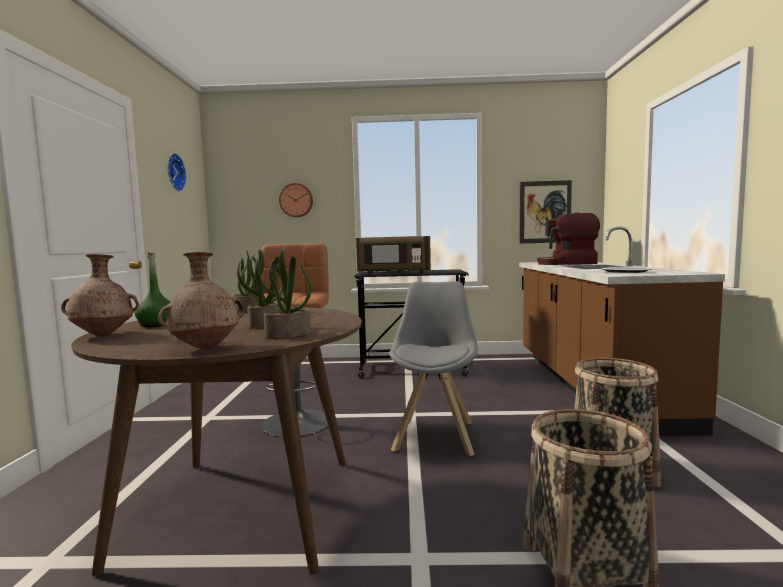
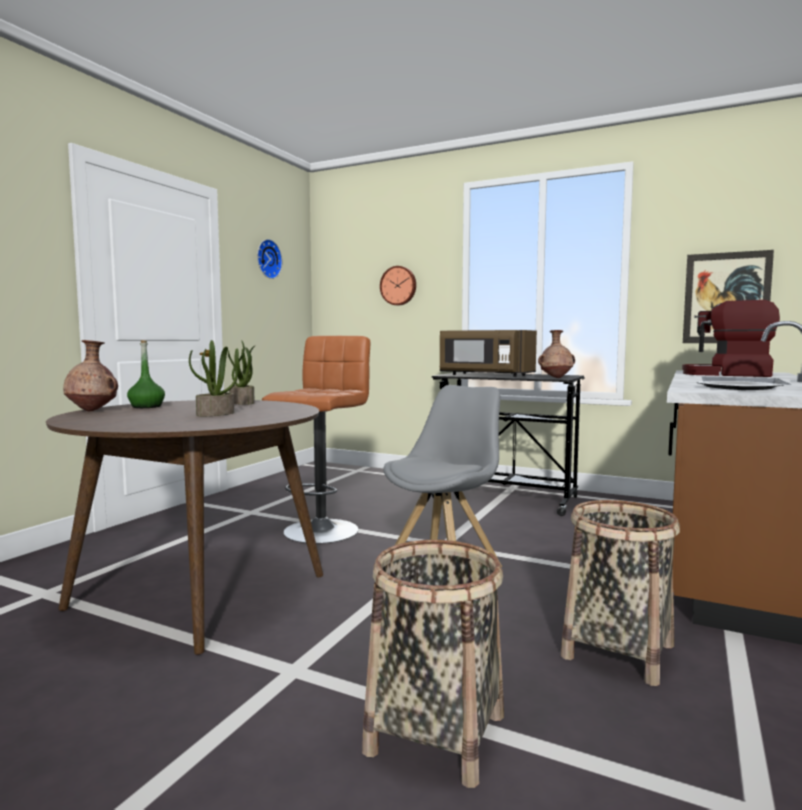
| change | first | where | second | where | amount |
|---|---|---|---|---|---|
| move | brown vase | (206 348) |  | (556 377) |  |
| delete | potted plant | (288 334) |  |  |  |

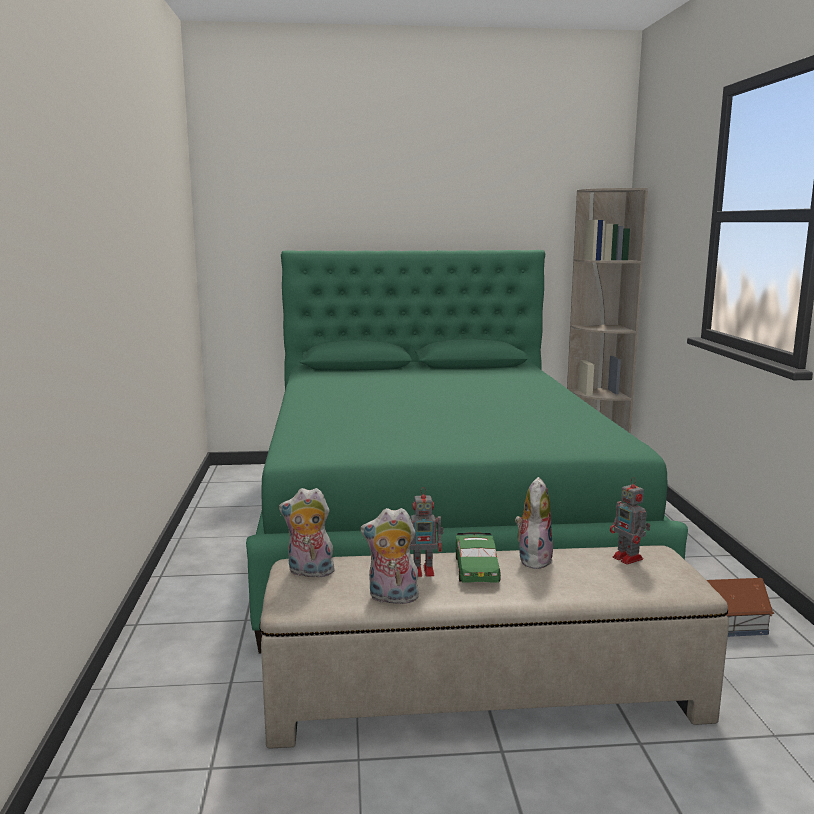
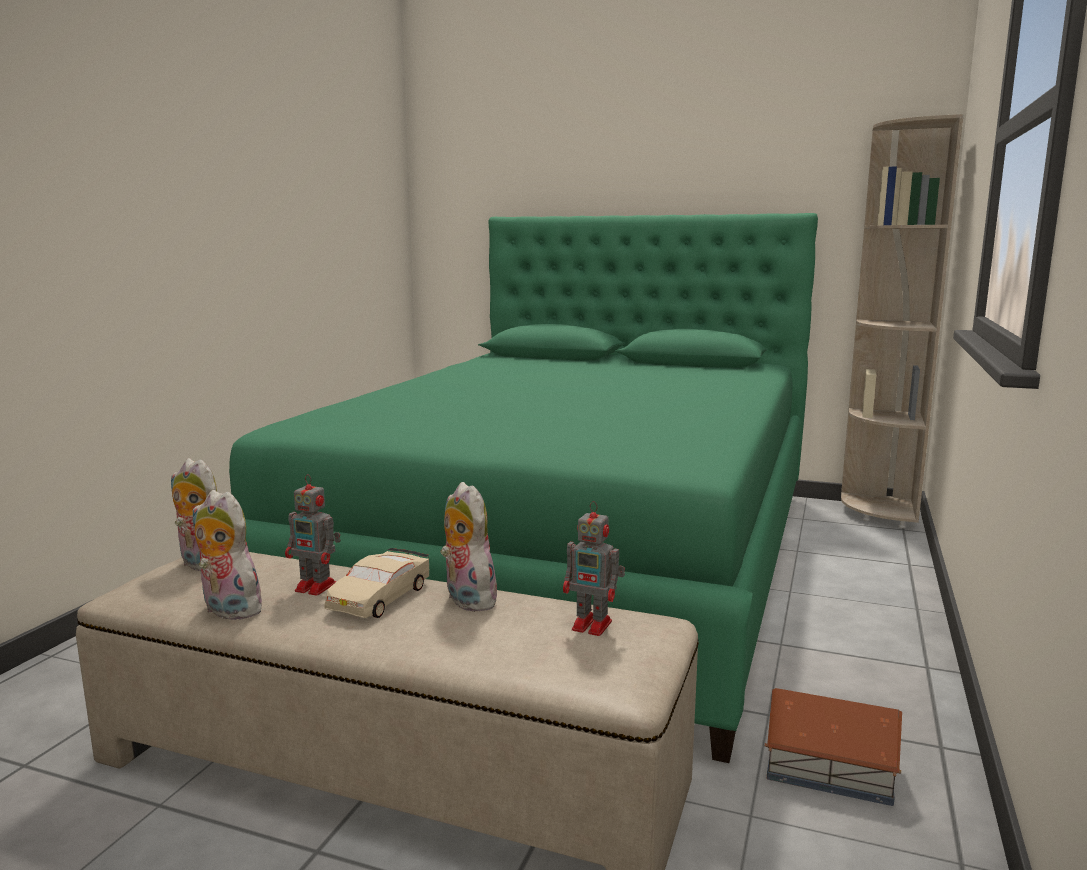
| change | first | where | second | where | amount |
|---|---|---|---|---|---|
| recolor | green toy car | (477 568) | beige toy car | (380 597) |  |
| rotate | plush toy | (533 559) |  | (466 600) | 75 degrees counterclockwise |
| rotate | toy robot | (628 558) |  | (594 626) | 60 degrees counterclockwise |

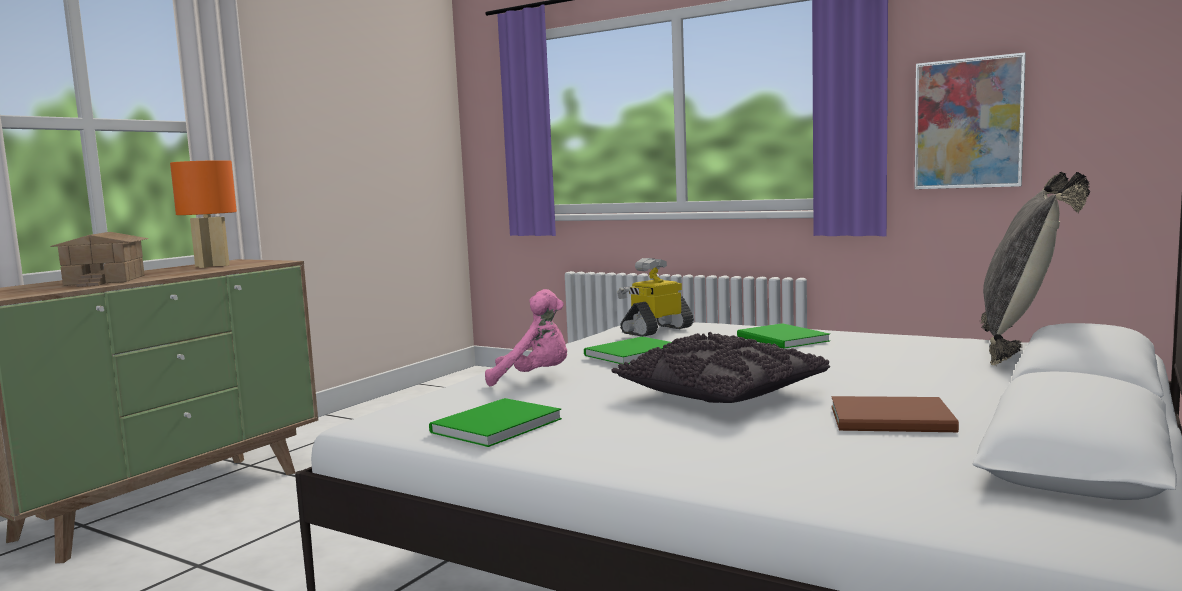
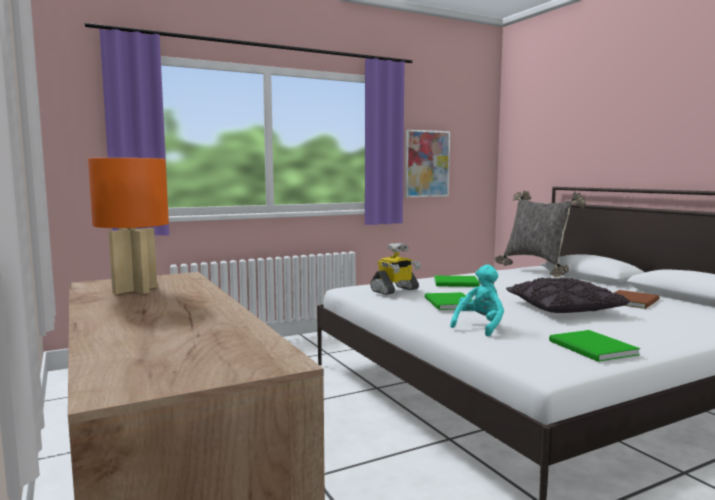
| change | first | where | second | where | amount |
|---|---|---|---|---|---|
| rotate | toy robot | (656 330) |  | (395 290) | 120 degrees counterclockwise |
| recolor | pink plush toy | (534 378) | turquoise plush toy | (480 326) |  |
| delete | toy house | (103 280) |  |  |  |

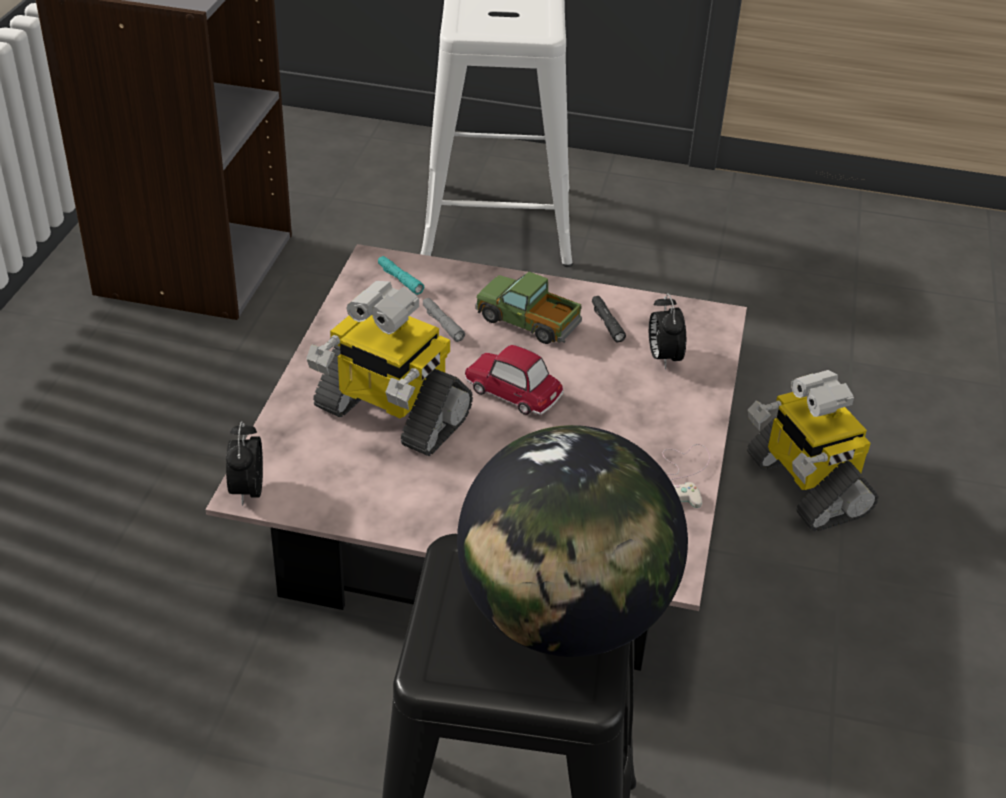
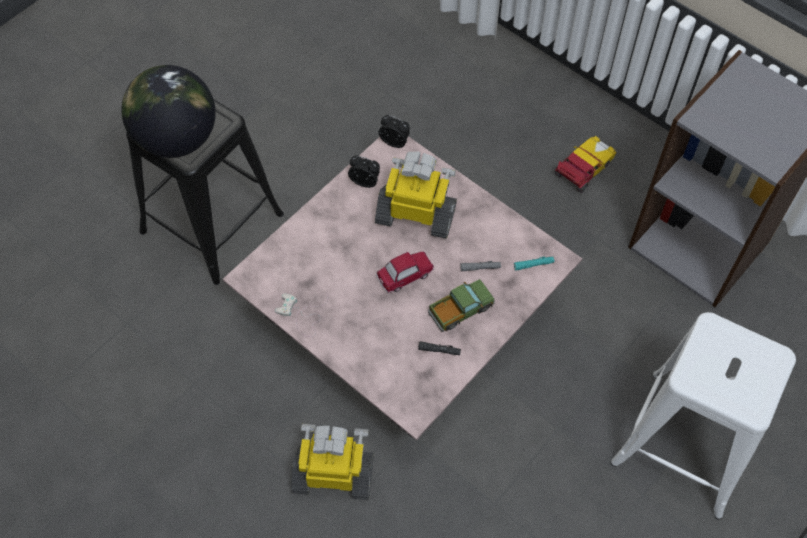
| change | first | where | second | where | amount |
|---|---|---|---|---|---|
| move | alarm clock | (663 357) |  | (365 182) |  |
| rotate | toy robot | (390 414) |  | (417 214) | 45 degrees clockwise |
| insert |  |  | toy car | (582 170) |  |

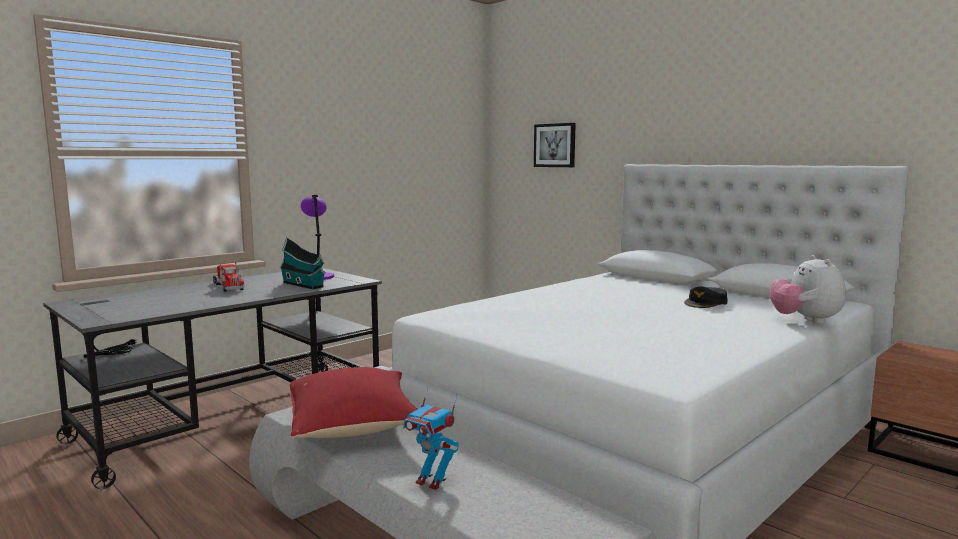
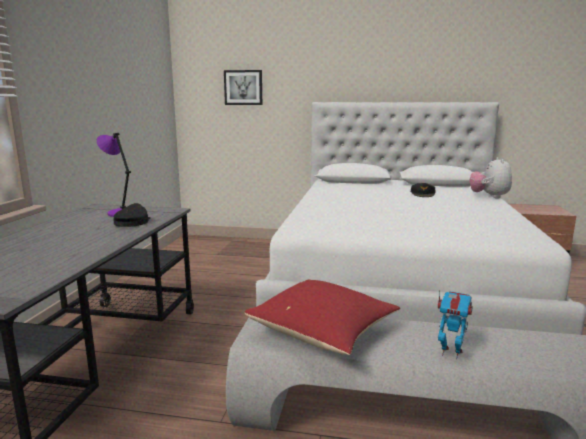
| change | first | where | second | where | amount |
|---|---|---|---|---|---|
| replace | toy house | (304 285) | black cap | (132 222) |  |
| rotate | toy robot | (432 482) |  | (450 352) | 150 degrees counterclockwise |
| rotate | plush toy | (805 321) |  | (489 196) | 45 degrees clockwise |
| delete | toy truck | (228 286) |  |  |  |

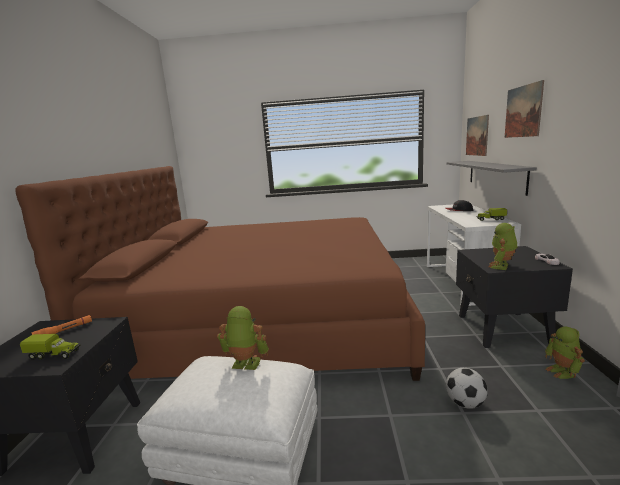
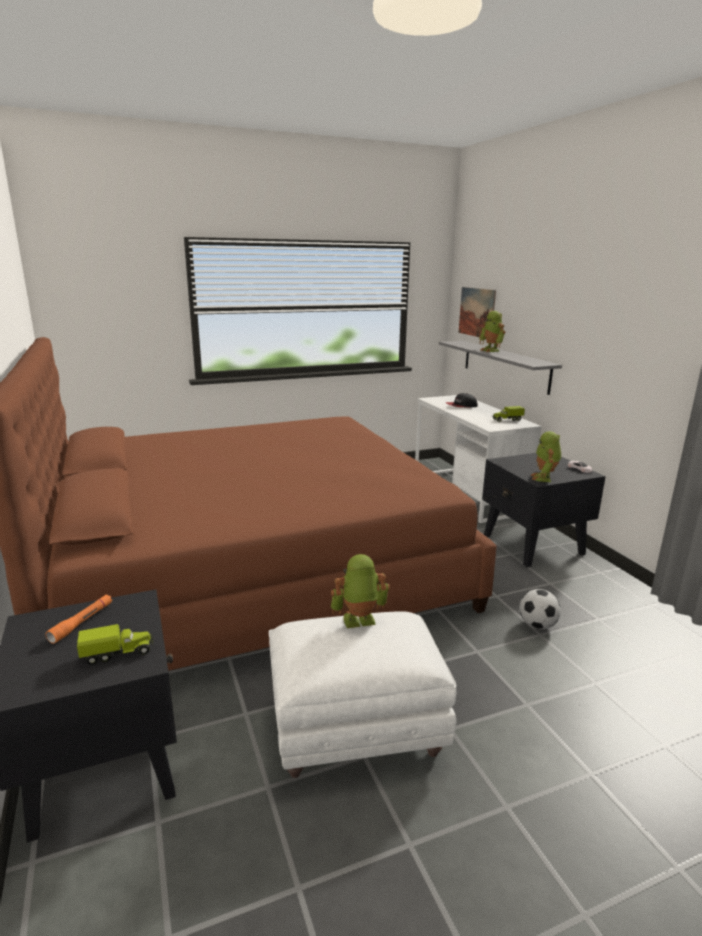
| change | first | where | second | where | amount |
|---|---|---|---|---|---|
| move | toy robot | (562 372) |  | (491 350) |  |
| delete | picture | (523 111) |  |  |  |

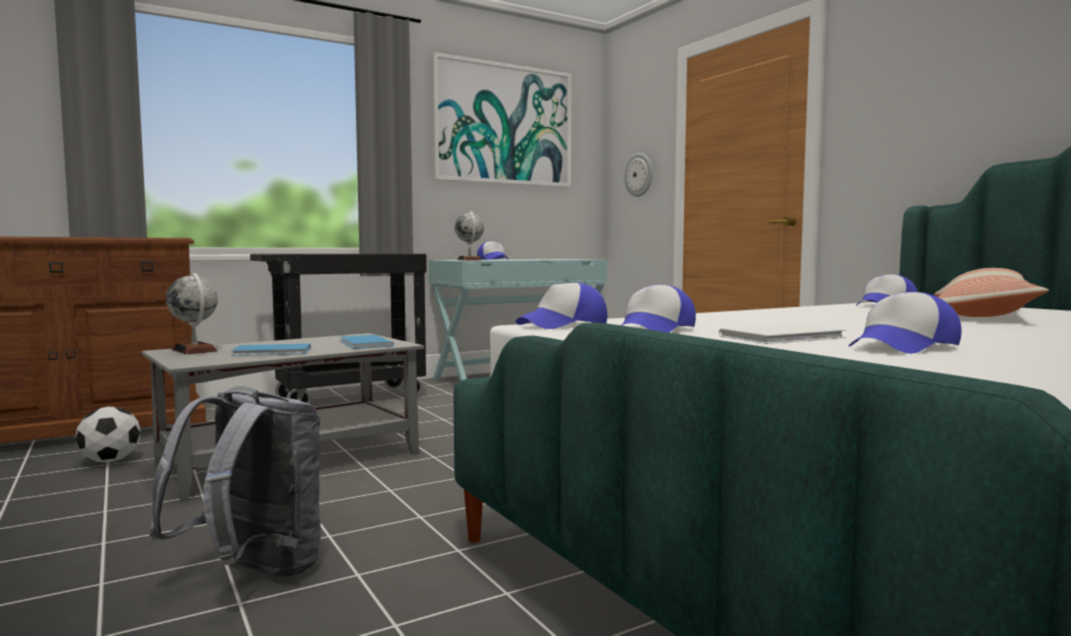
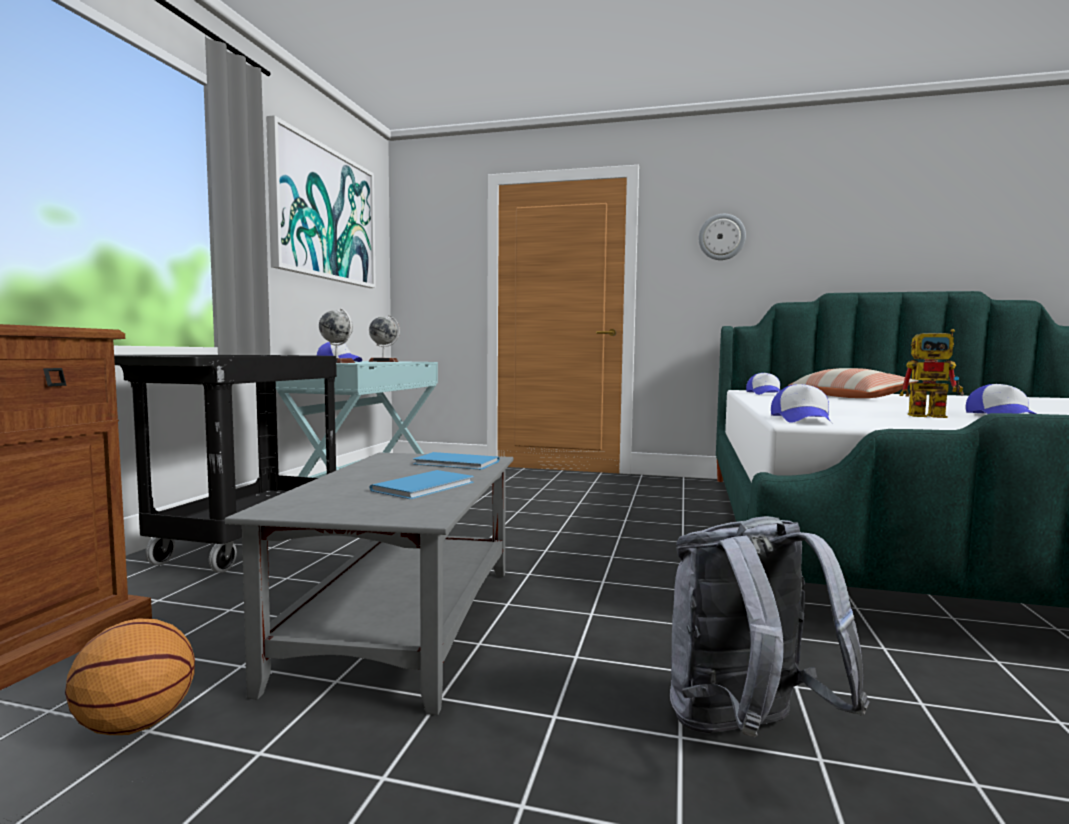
| change | first | where | second | where | amount |
|---|---|---|---|---|---|
| replace | football | (110 461) | basketball | (137 724) |  |
| move | globe | (194 350) |  | (383 361) |  |
| move | wall clock | (639 175) |  | (721 237) |  |
| replace | white book | (787 337) | toy robot | (934 416) |  |
| delete | cap | (655 330) |  |  |  |

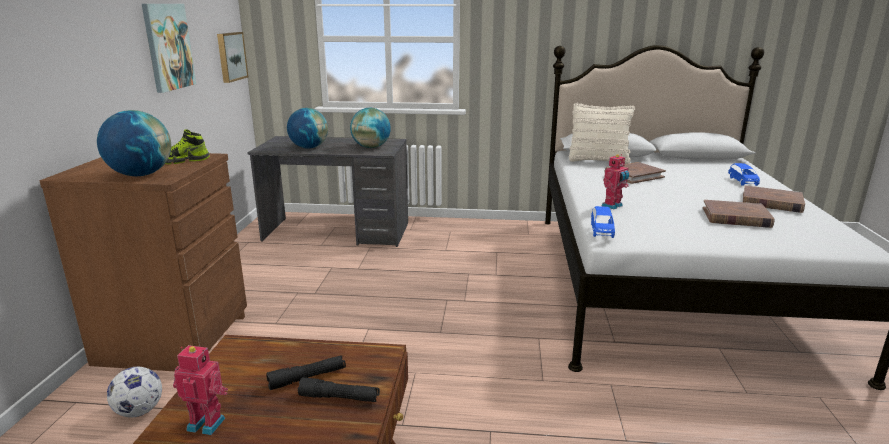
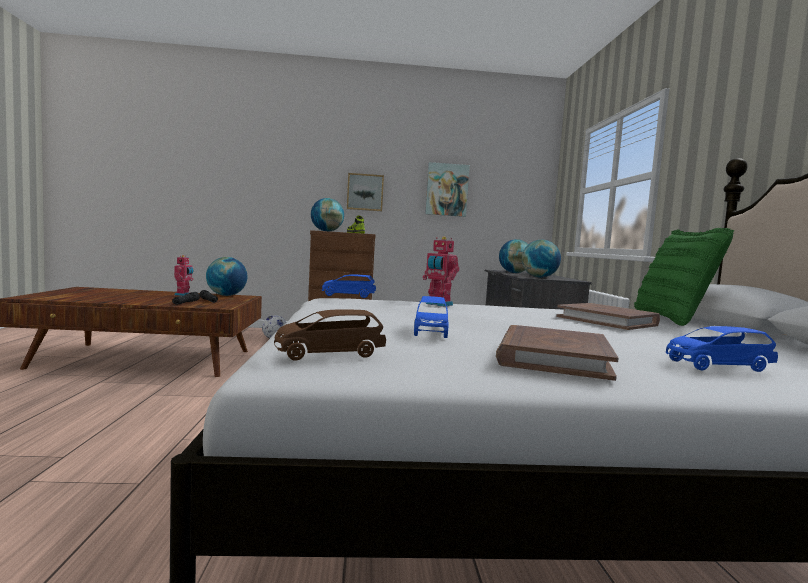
| change | first | where | second | where | amount |
|---|---|---|---|---|---|
| insert |  |  | globe | (226 295) |  |
| insert |  |  | brown toy car | (328 354) |  |
| move | picture | (230 56) |  | (365 192) |  |
| replace | brown book | (736 217) | blue toy car | (431 331) |  |
| recolor | beige pillow | (598 161) | green pillow | (673 320) |  |

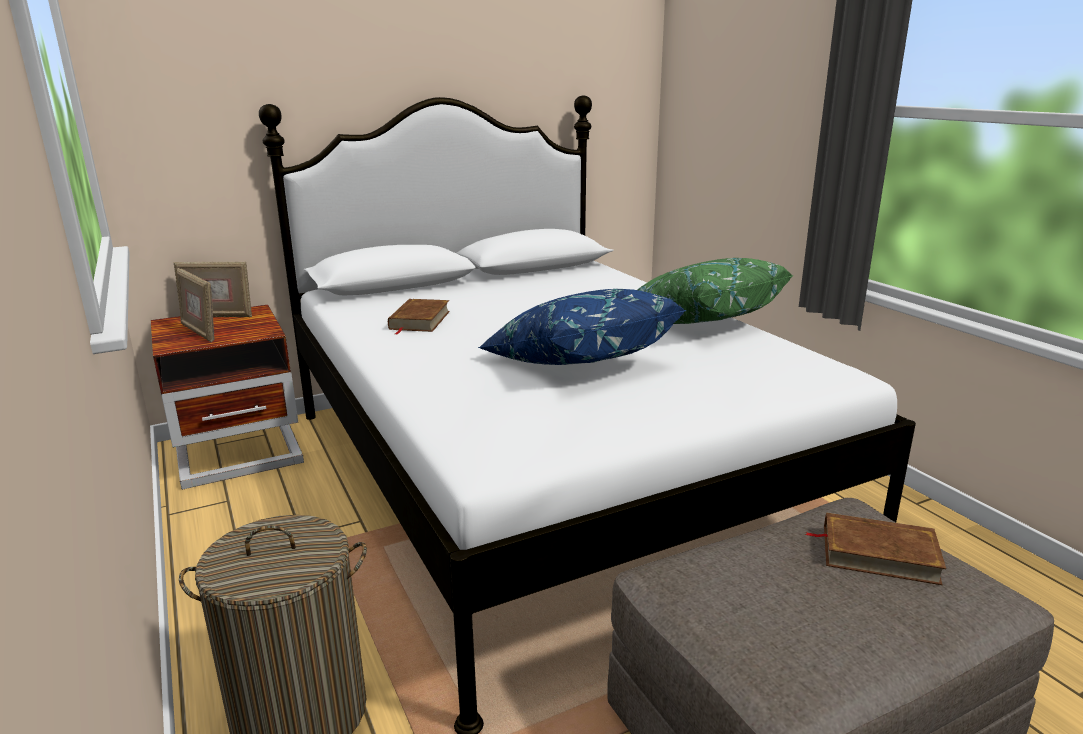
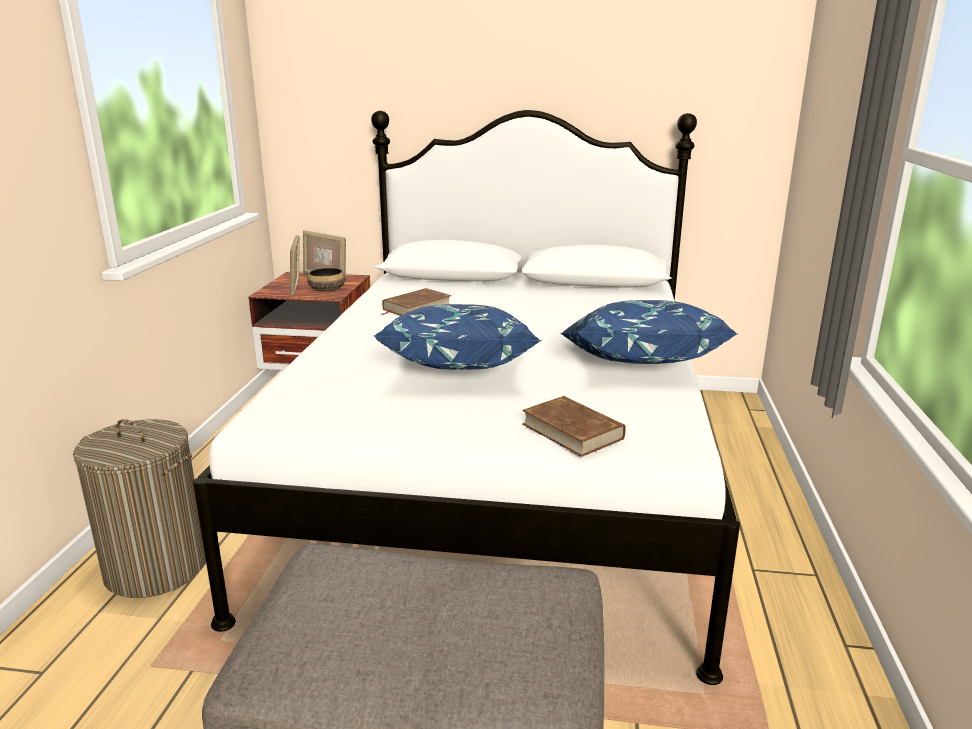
| change | first | where | second | where | amount |
|---|---|---|---|---|---|
| insert |  |  | bowl | (327 290) |  |
| move | brown book | (878 554) |  | (572 431) |  |
| recolor | green pillow | (697 322) | blue pillow | (638 363) |  |

